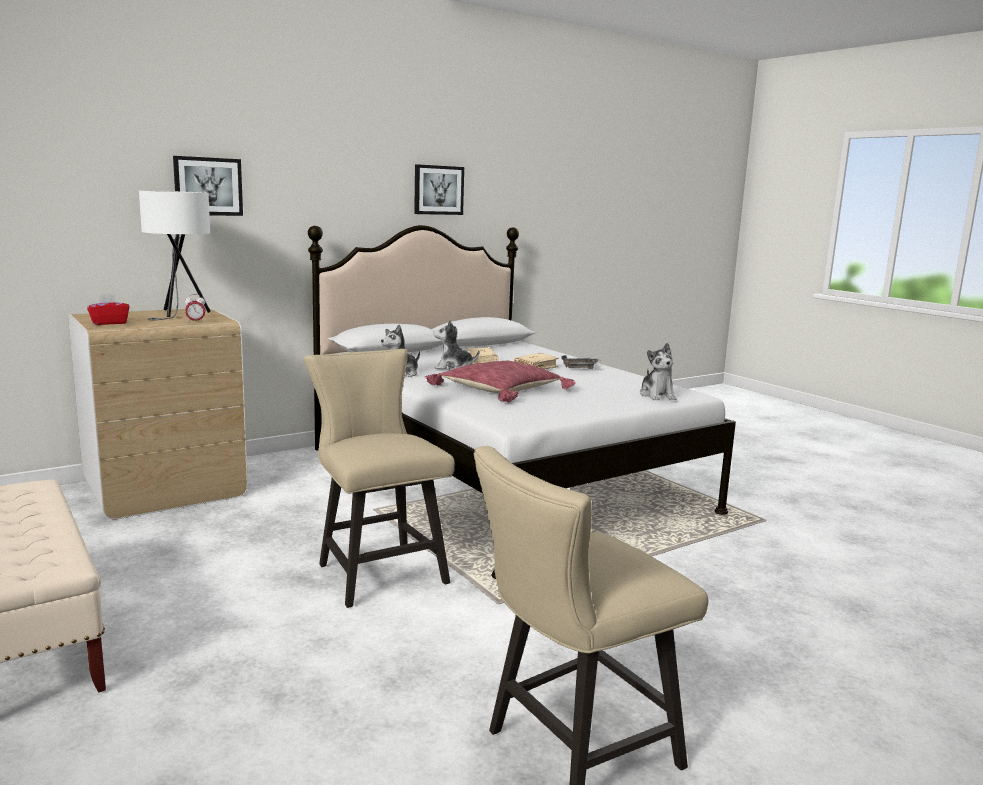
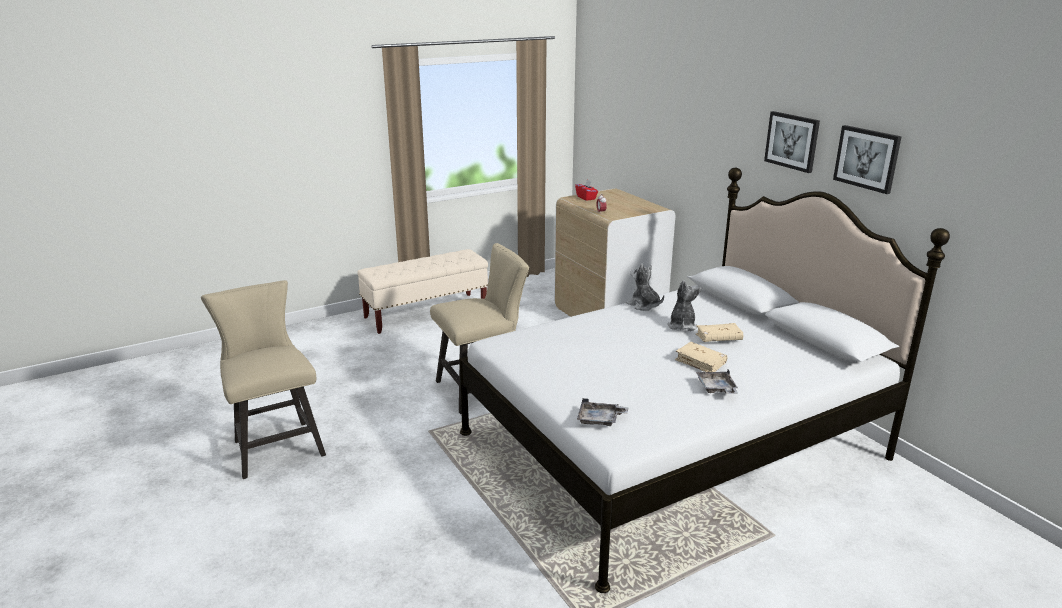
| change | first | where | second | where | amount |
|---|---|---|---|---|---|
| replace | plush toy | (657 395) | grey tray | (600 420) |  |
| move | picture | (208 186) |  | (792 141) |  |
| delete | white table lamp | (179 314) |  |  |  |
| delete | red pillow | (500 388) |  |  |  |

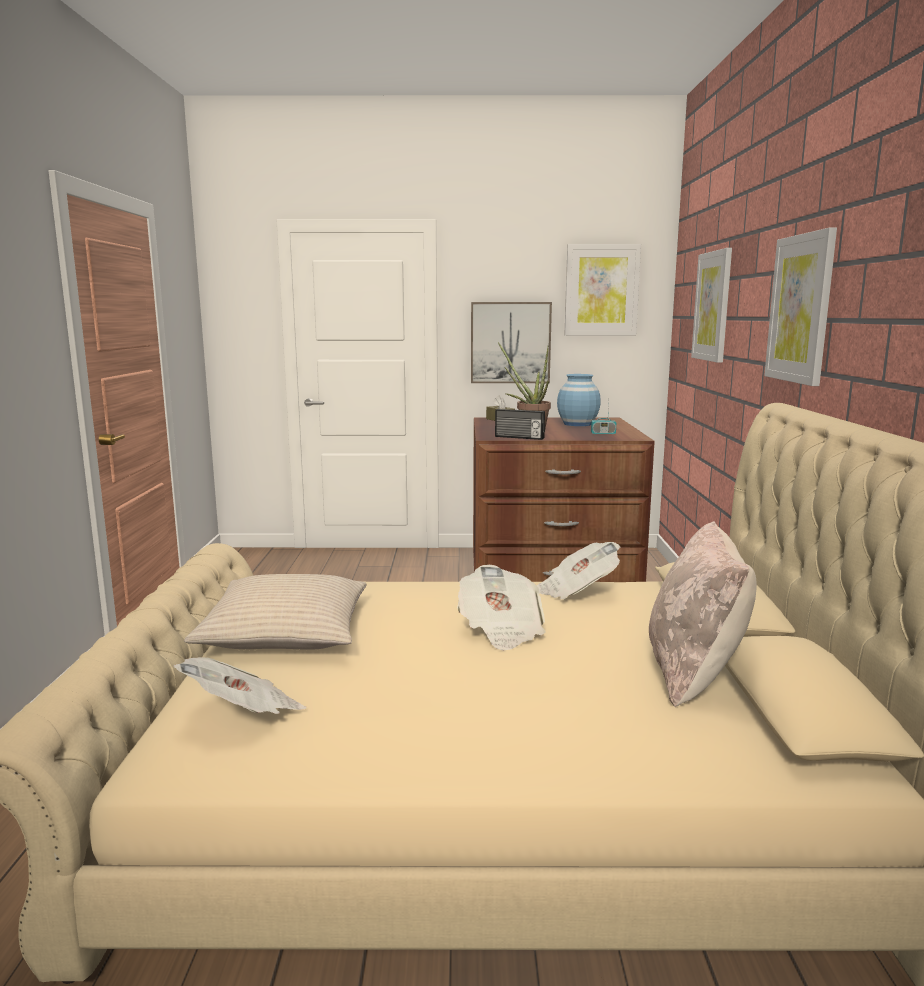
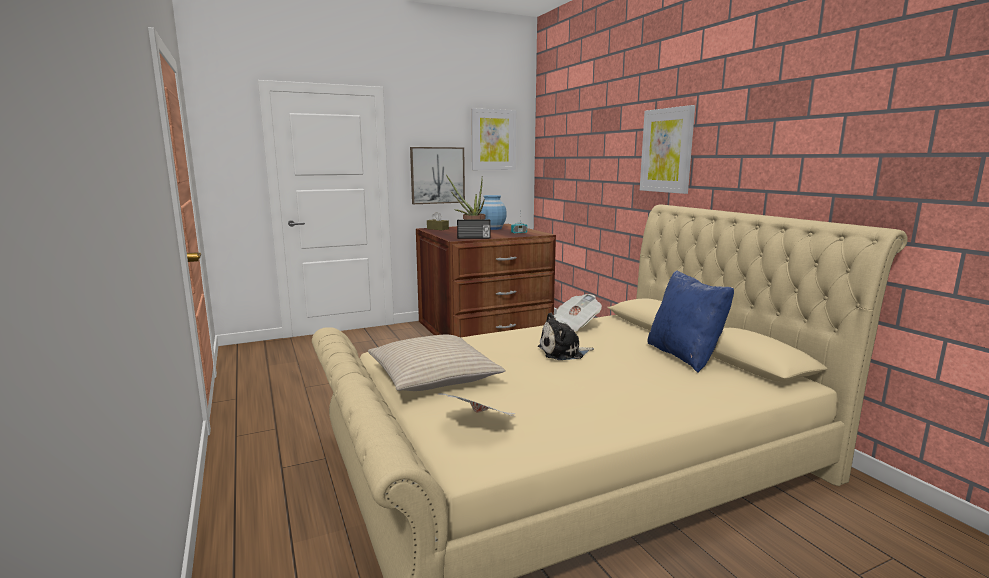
| change | first | where | second | where | amount |
|---|---|---|---|---|---|
| replace | newspaper | (501 630) | plush toy | (563 352) |  |
| recolor | beige pillow | (694 673) | blue pillow | (684 356) |  |
| delete | picture | (712 306) |  |  |  |

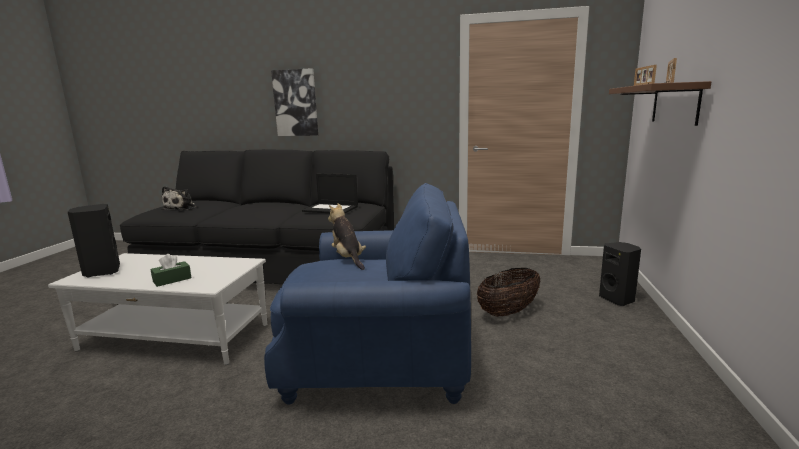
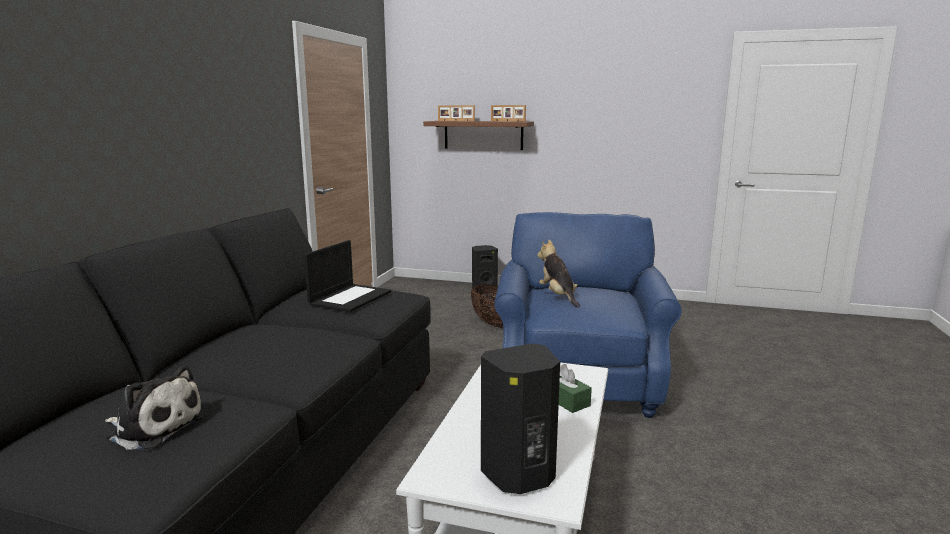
| change | first | where | second | where | amount |
|---|---|---|---|---|---|
| rotate | plush toy | (348 258) |  | (558 296) | 90 degrees clockwise |
| delete | picture | (296 103) |  |  |  |

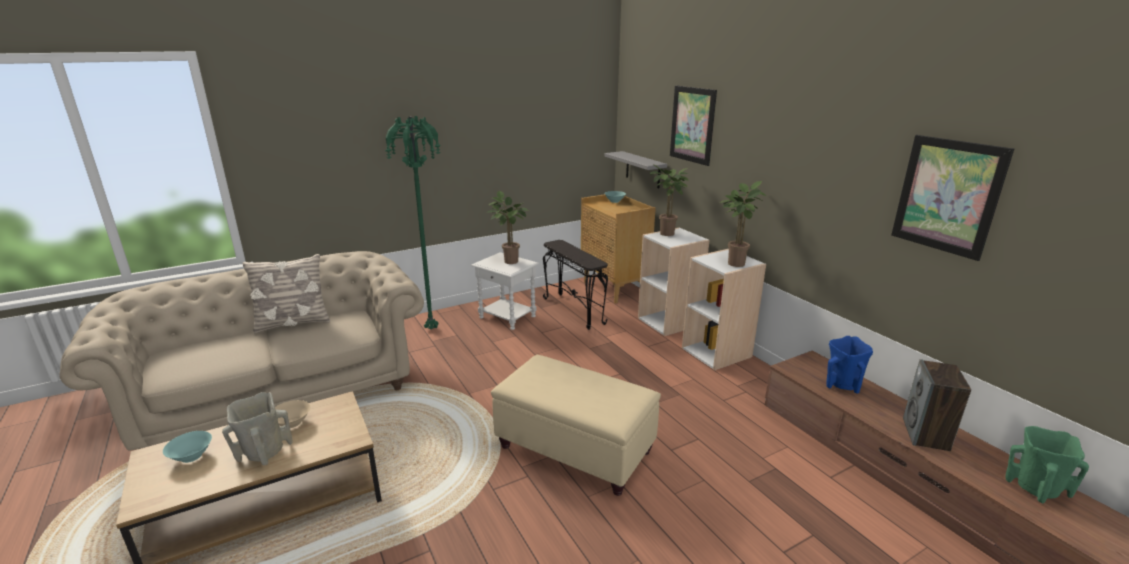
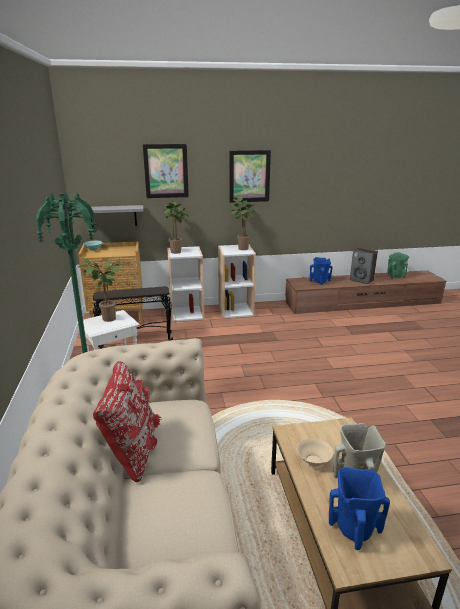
| change | first | where | second | where | amount |
|---|---|---|---|---|---|
| recolor | beige pillow | (293 324) | red pillow | (134 451) |  |
| move | picture | (947 196) |  | (249 176) |  |
| replace | turquoise bowl | (191 456) | blue vase | (354 527) |  |
| delete | beige ottoman | (575 449) |  |  |  |

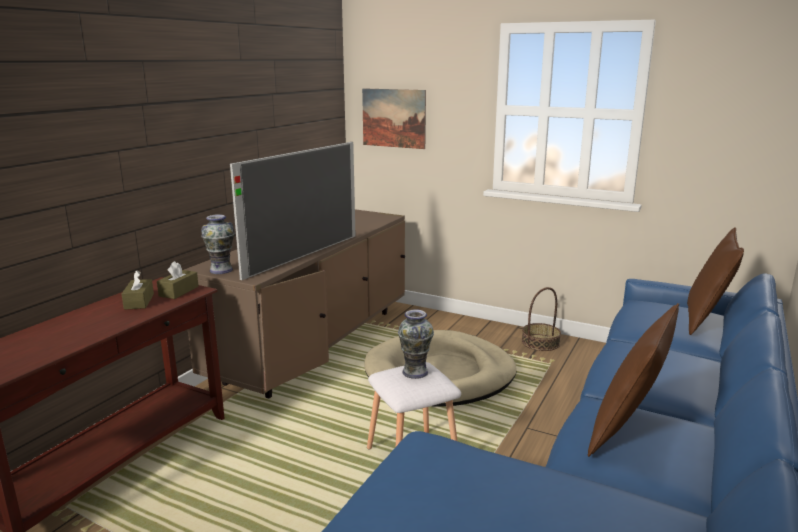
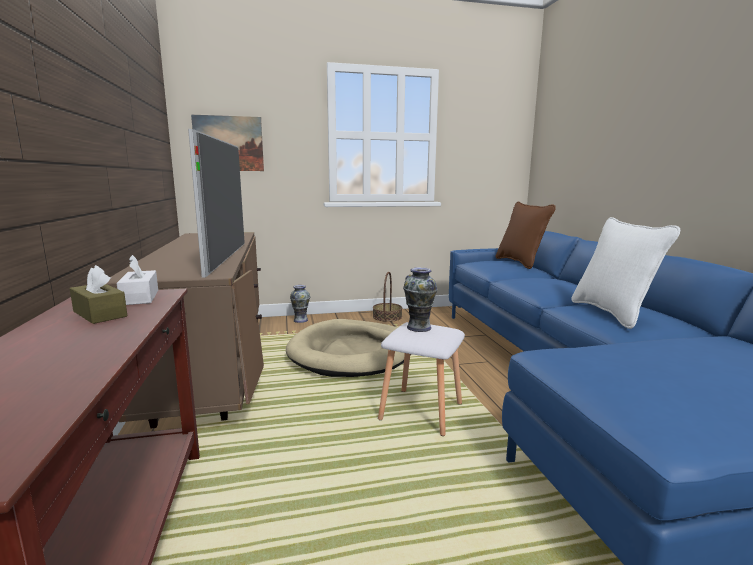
| change | first | where | second | where | amount |
|---|---|---|---|---|---|
| recolor | brown tissue box | (179 291) | white tissue box | (140 297) |  |
| move | vase | (221 270) |  | (300 320) |  |
| recolor | brown pillow | (626 432) | white pillow | (612 313) |  |

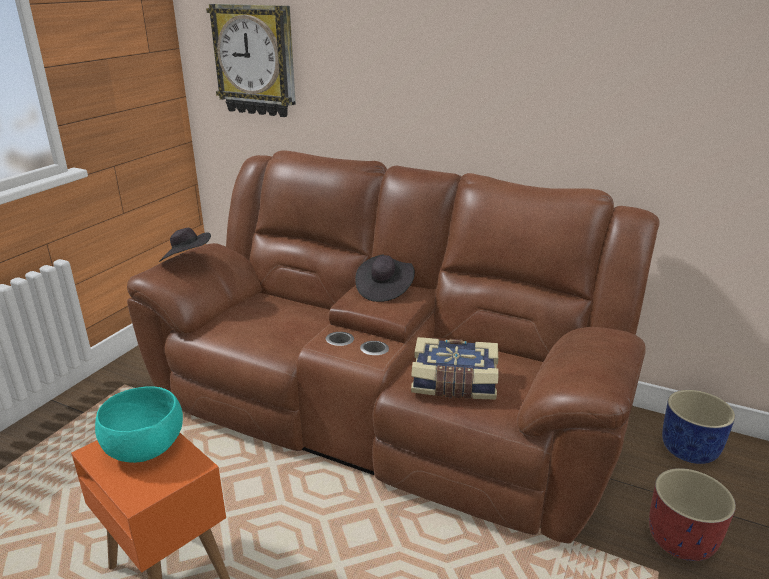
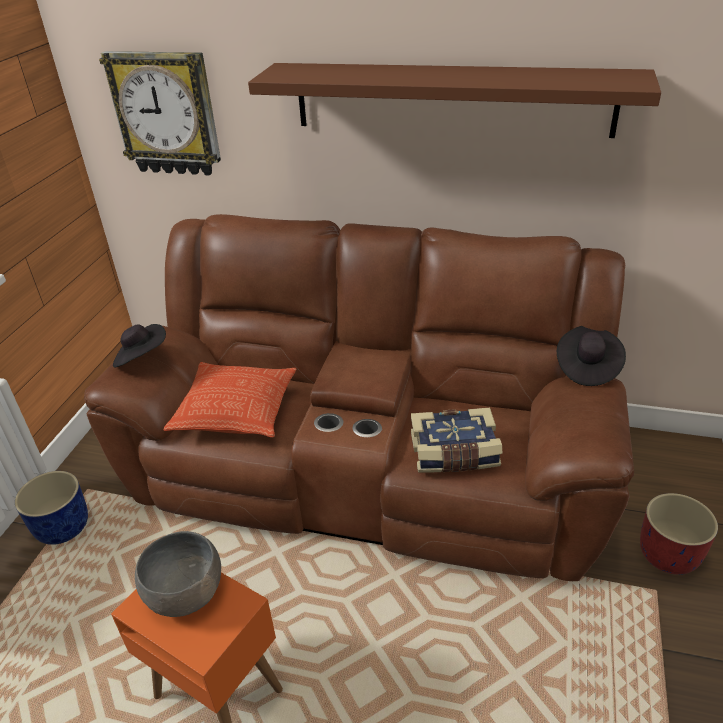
| change | first | where | second | where | amount |
|---|---|---|---|---|---|
| move | blue planter | (689 449) |  | (63 526) |  |
| recolor | turquoise bowl | (144 448) | grey bowl | (185 593) |  |
| insert |  |  | orange pillow | (237 412) |  |
| insert |  |  | brown shelf | (451 99) |  |
| move | black hat | (384 290) |  | (587 367) |  |

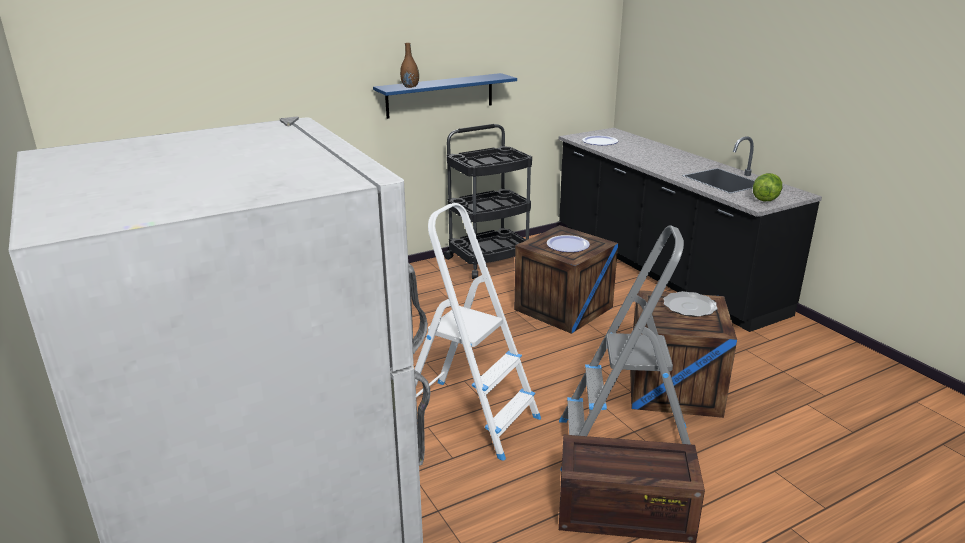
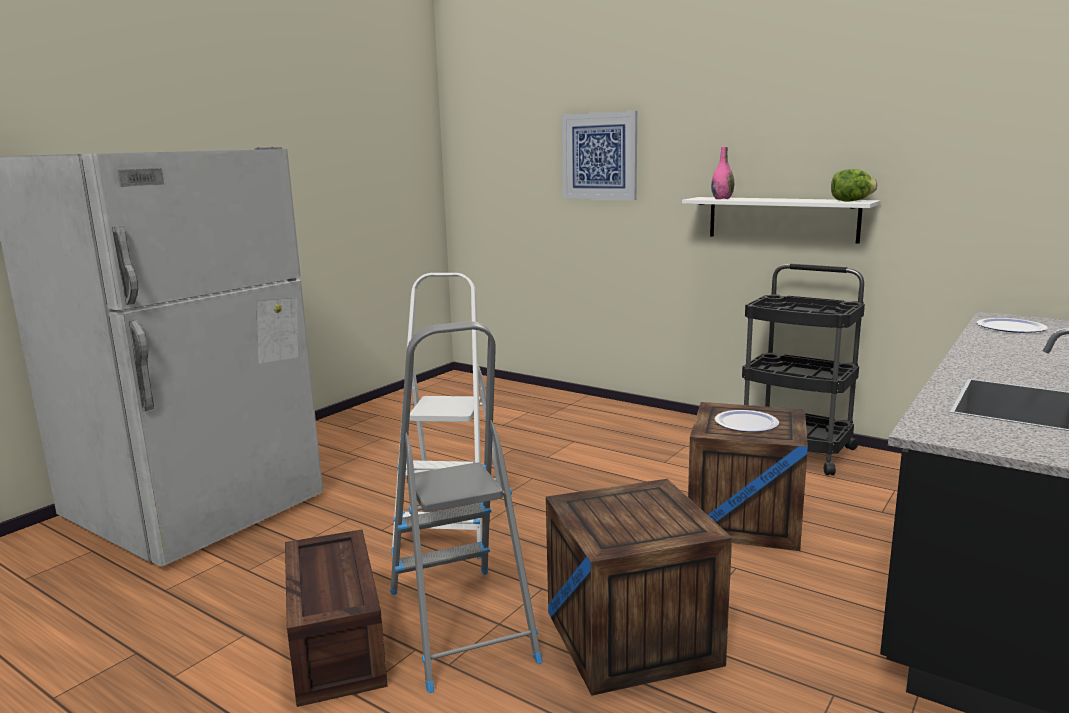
| change | first | where | second | where | amount |
|---|---|---|---|---|---|
| insert |  |  | picture | (599 156) |  |
| recolor | blue shelf | (440 95) | white shelf | (782 219) |  |
| recolor | brown vase | (410 86) | pink vase | (722 199) |  |
| move | lettuce | (765 199) |  | (851 201) |  |
| delete | plate | (689 307) |  |  |  |

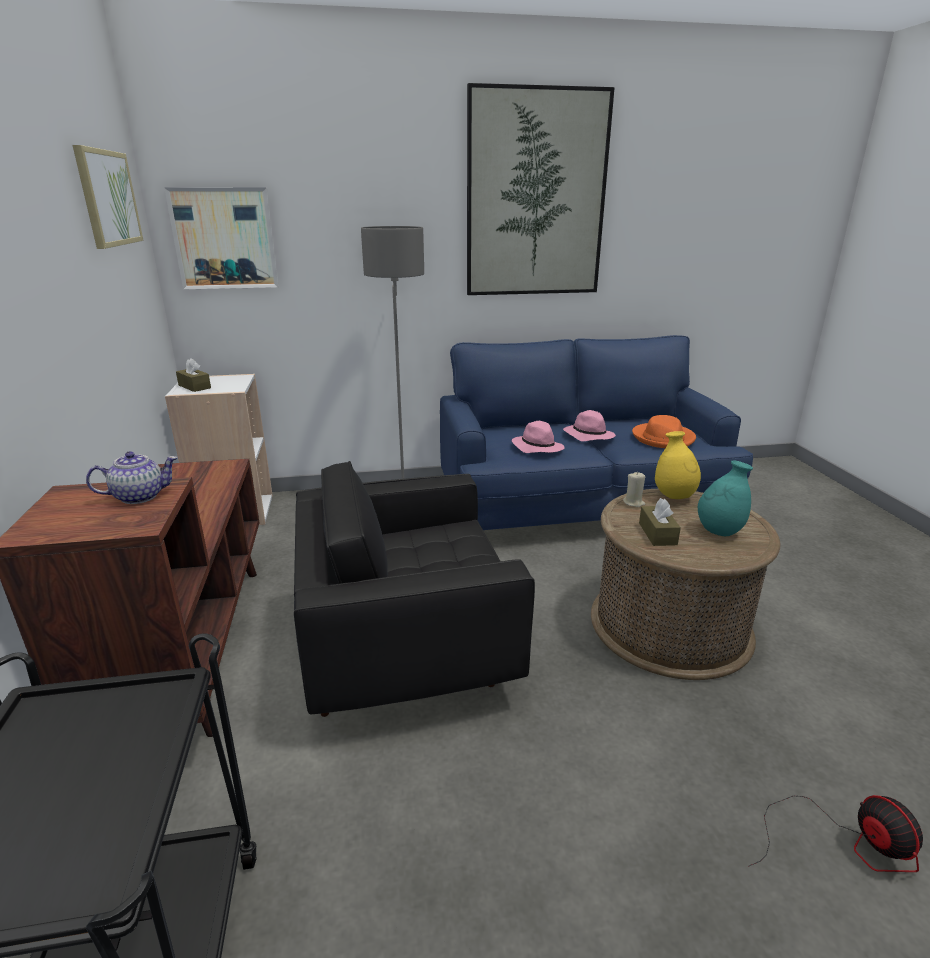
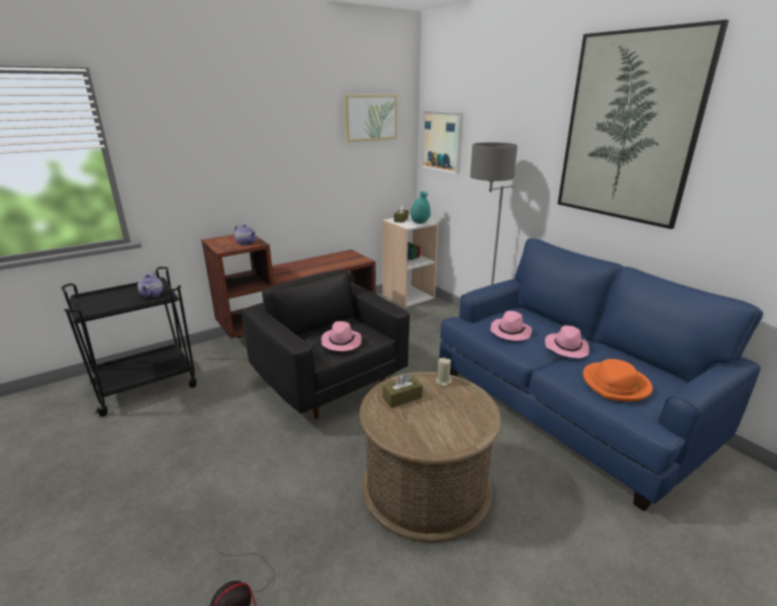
| change | first | where | second | where | amount |
|---|---|---|---|---|---|
| insert |  |  | teapot | (152 295) |  |
| insert |  |  | pink hat | (341 342) |  |
| move | turquoise vase | (719 531) |  | (420 222) |  |
| delete | yellow vase | (674 496) |  |  |  |

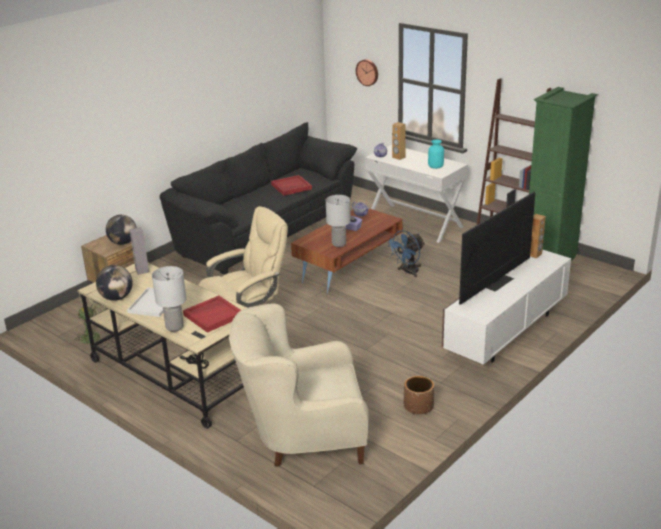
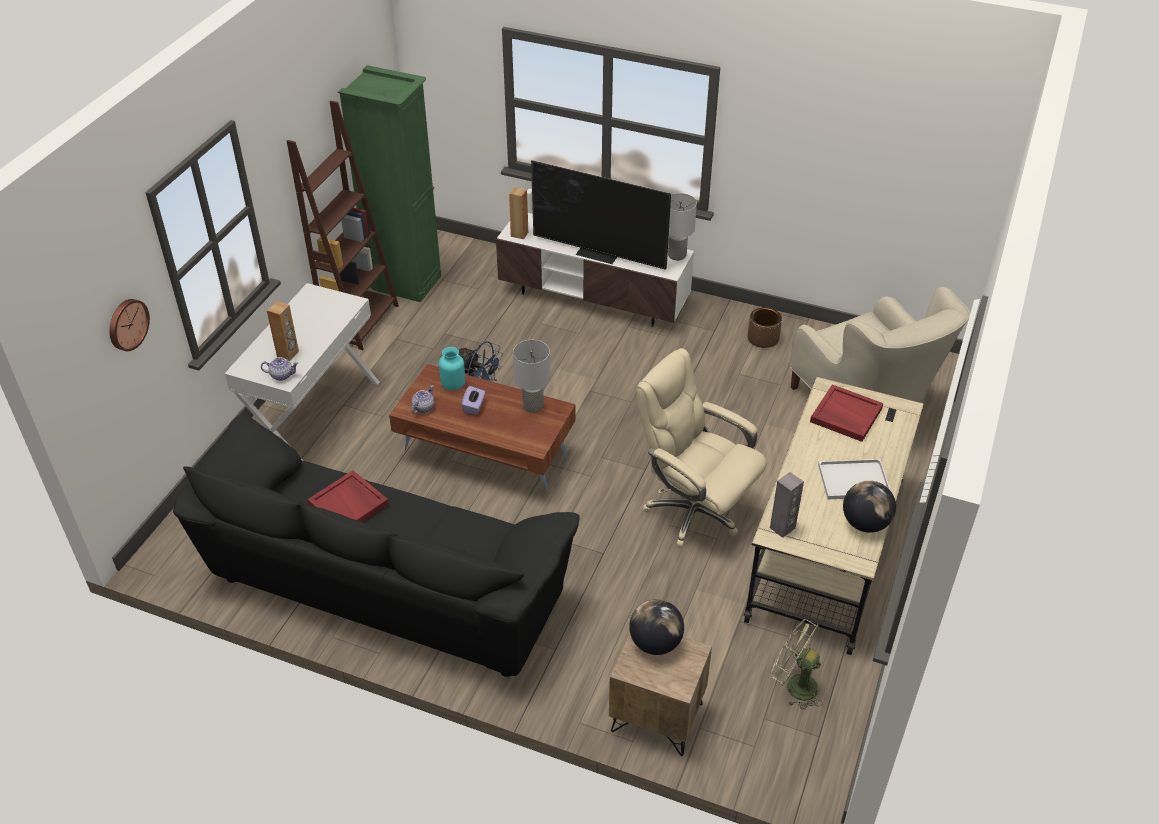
| change | first | where | second | where | amount |
|---|---|---|---|---|---|
| move | turquoise vase | (435 166) |  | (453 384) |  |
| move | grey table lamp | (175 328) |  | (677 256) |  |

